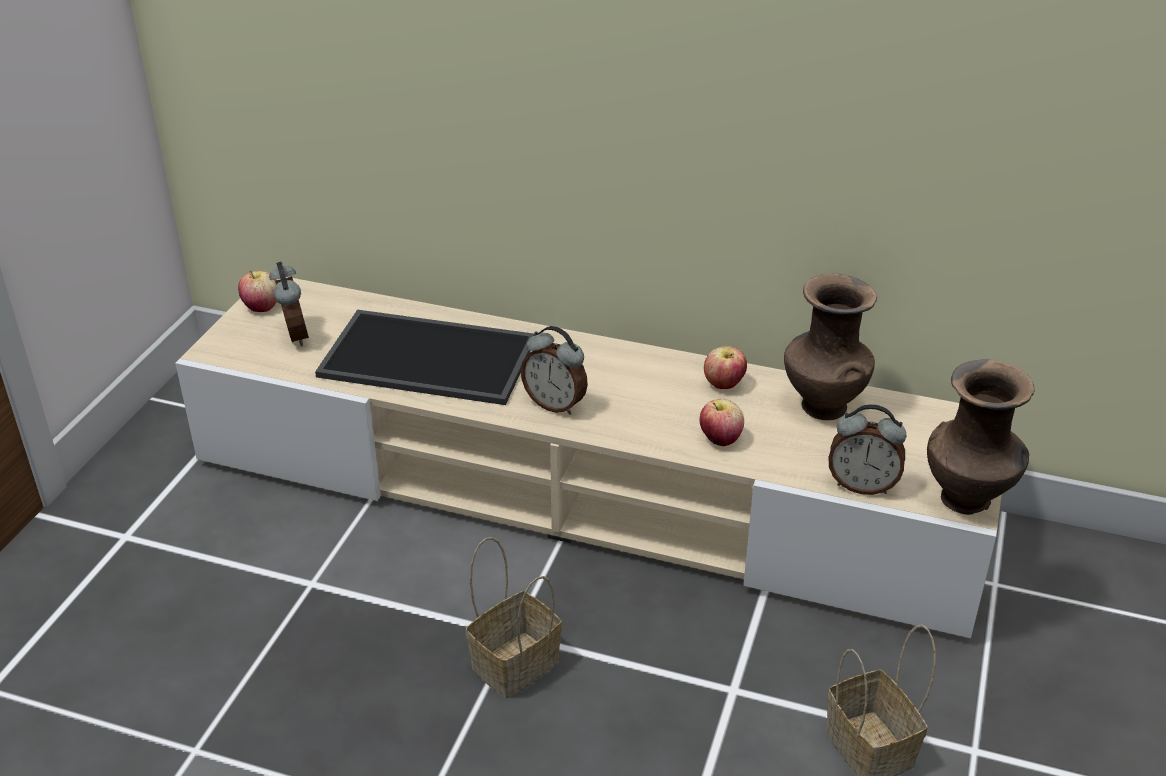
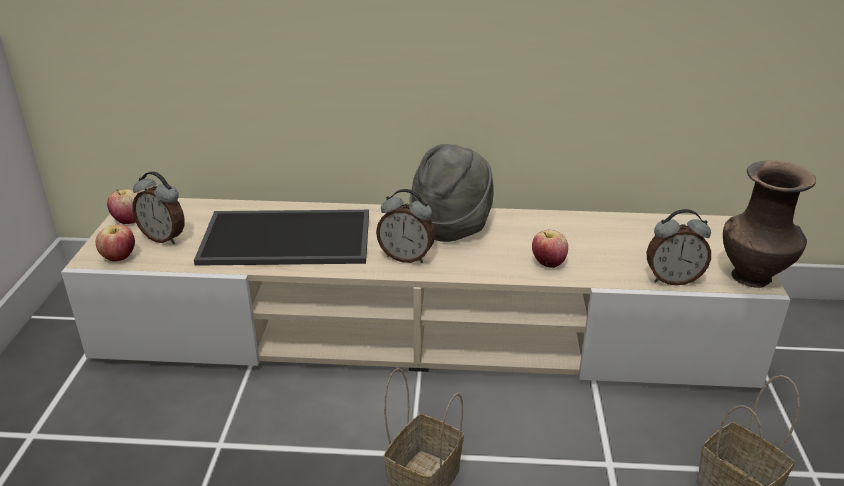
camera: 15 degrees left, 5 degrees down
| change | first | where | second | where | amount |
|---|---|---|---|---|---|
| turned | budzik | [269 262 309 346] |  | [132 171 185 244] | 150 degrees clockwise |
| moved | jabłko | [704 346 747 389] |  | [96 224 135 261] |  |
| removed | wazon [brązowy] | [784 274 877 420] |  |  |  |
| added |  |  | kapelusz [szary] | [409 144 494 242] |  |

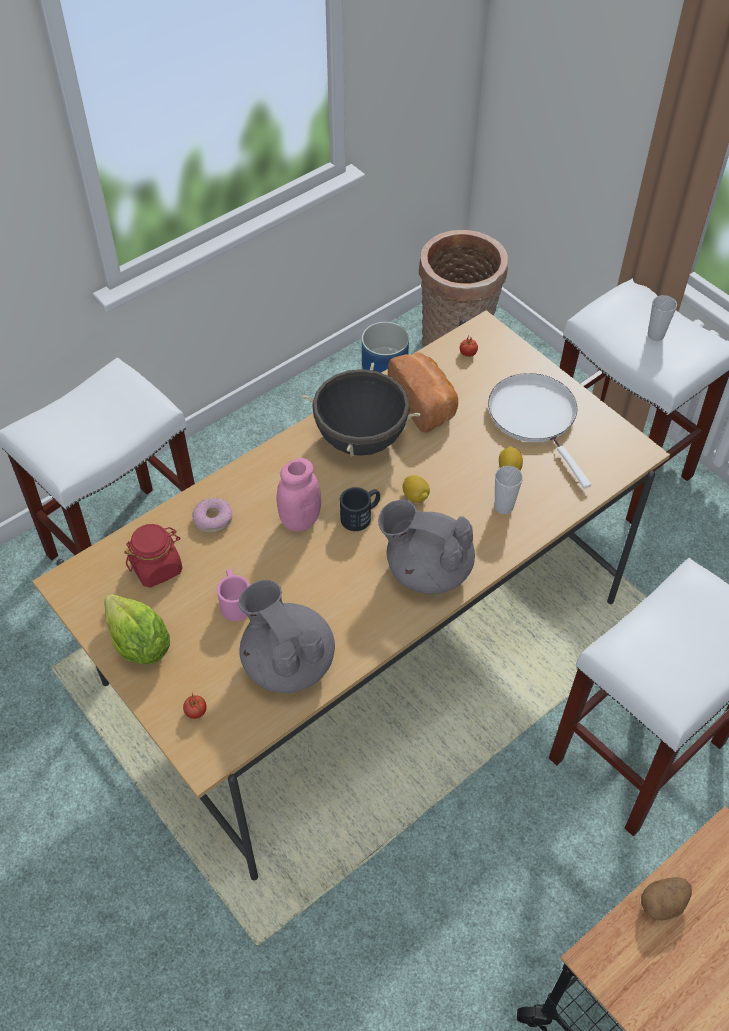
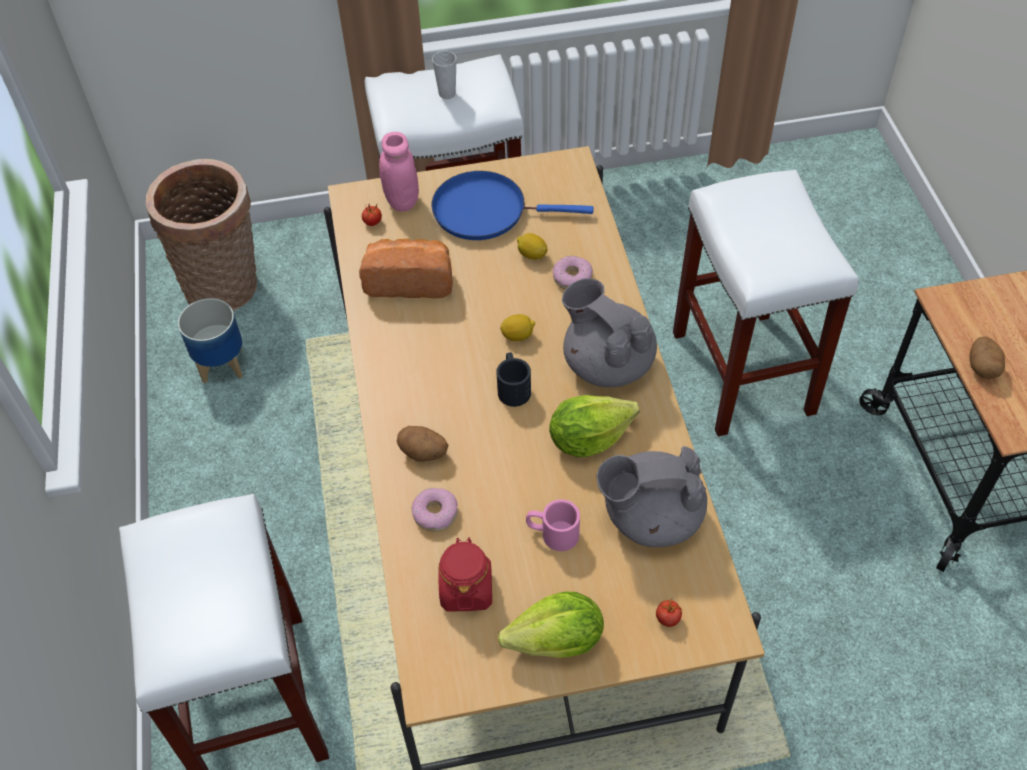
camera: 60 degrees left, 0 degrees up
| change | first | where | second | where | amount |
|---|---|---|---|---|---|
| moved | słoik [różowy] | [277 458 321 531] |  | [379 132 419 212] |  |
| removed | garnek [czarny] | [302 362 420 457] |  |  |  |
| turned | imbryk [szary] | [378 500 475 594] |  | [562 278 657 387] | 90 degrees clockwise |
| recoloured | patelnia [biały] | [488 373 591 489] | patelnia [niebieski] | [431 171 594 240] |  |
| replaced | filiżanka | [495 466 523 514] | donut | [553 256 593 290] |  |
| added |  |  | ziemniak | [397 426 448 462] |  |
| added |  |  | sałata | [549 395 640 457] |  |

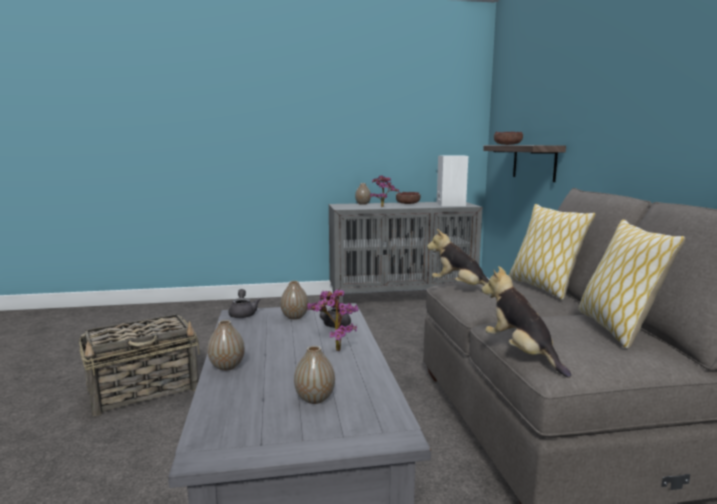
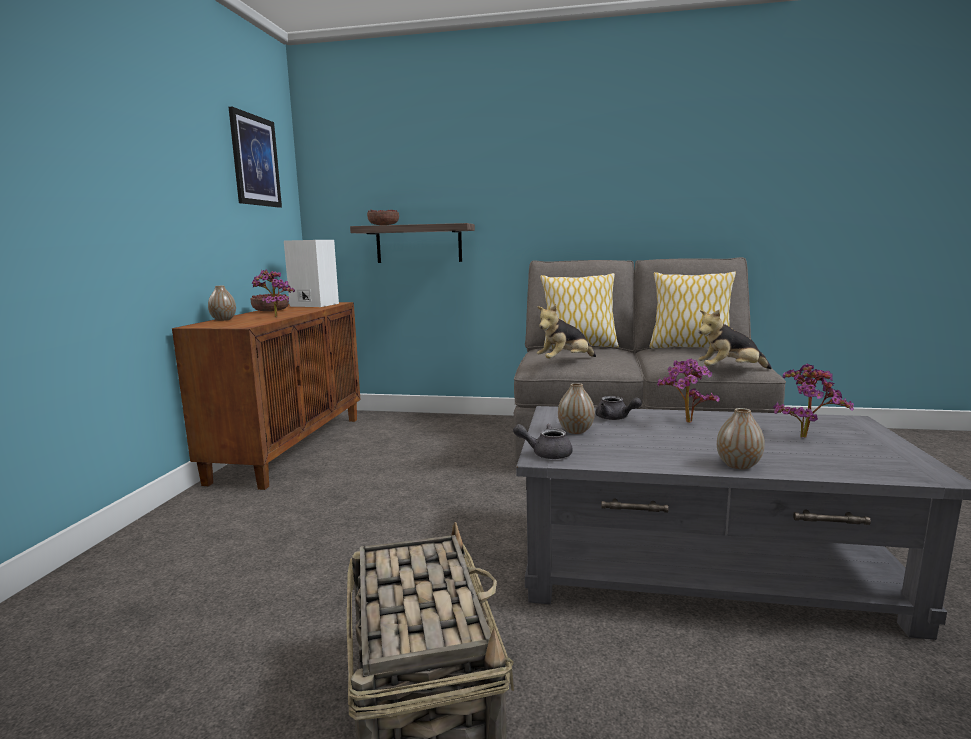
camera: 70 degrees left, 0 degrees up
| change | first | where | second | where | amount |
|---|---|---|---|---|---|
| replaced | wazon | [294 346 335 404] | roślina doniczkowa | [773 364 854 438] |  |
| recoloured | szafka [szary] | [329 202 483 303] | szafka [brązowy] | [172 302 360 490] |  |
| added |  |  | obraz | [229 107 282 207] |  |

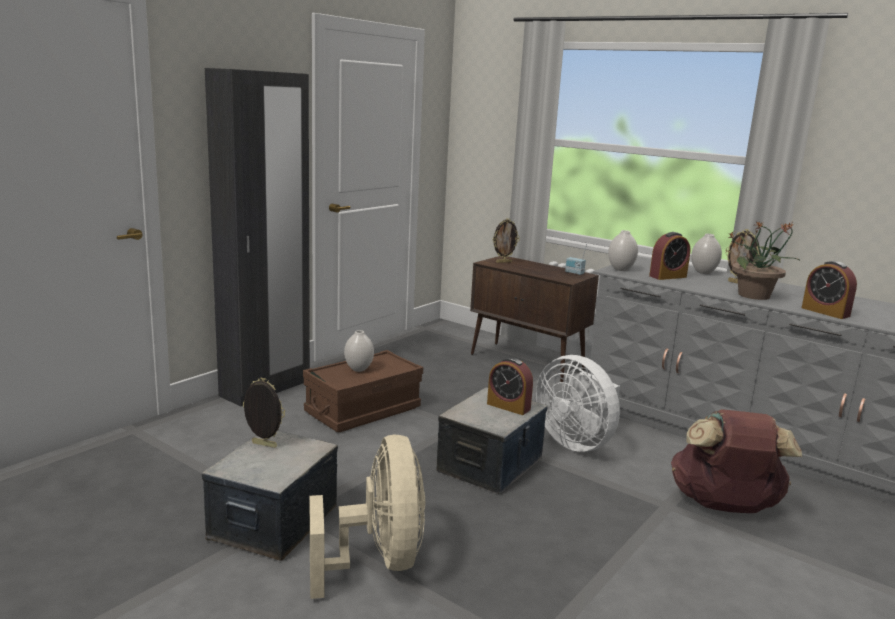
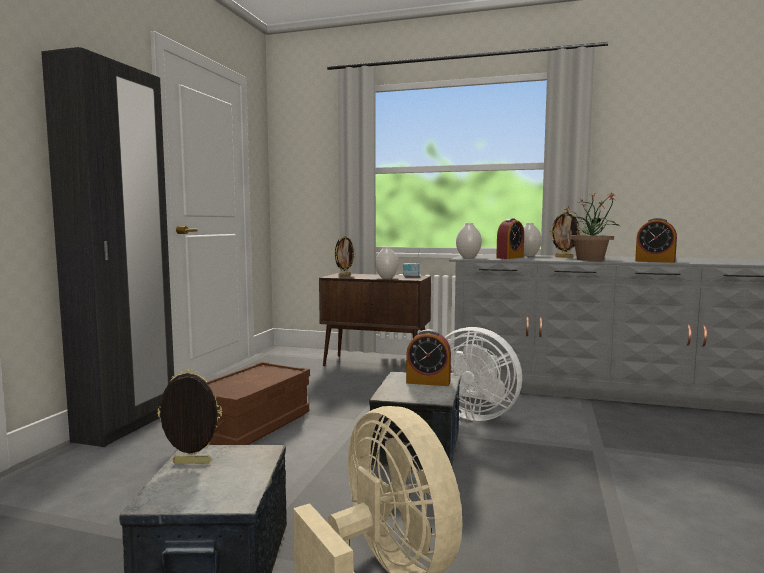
camera: 20 degrees left, 10 degrees down
| change | first | where | second | where | amount |
|---|---|---|---|---|---|
| moved | wazon [biały] | [344 330 374 372] |  | [375 246 398 279] |  |
| removed | plecak [brązowy] | [671 409 802 513] |  |  |  |

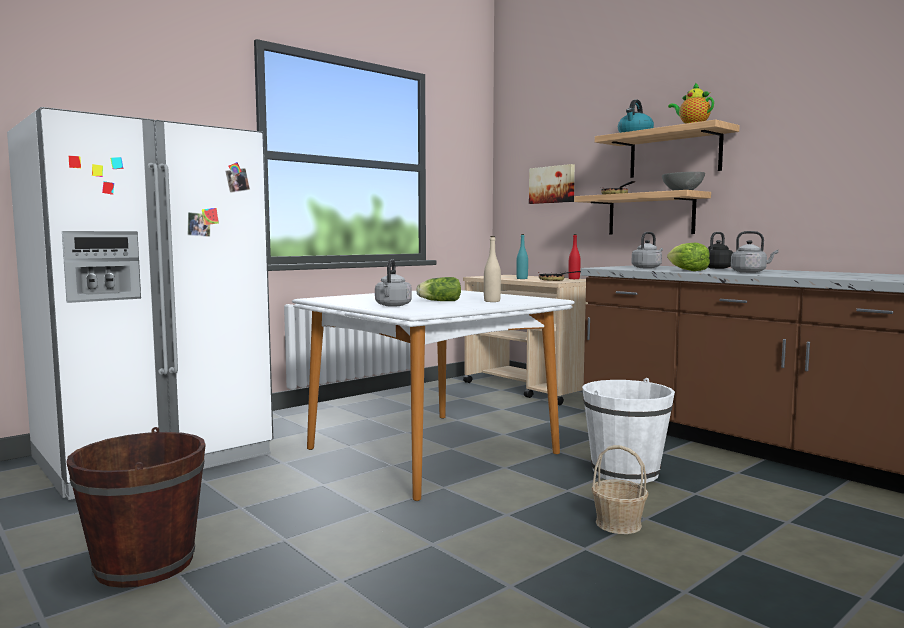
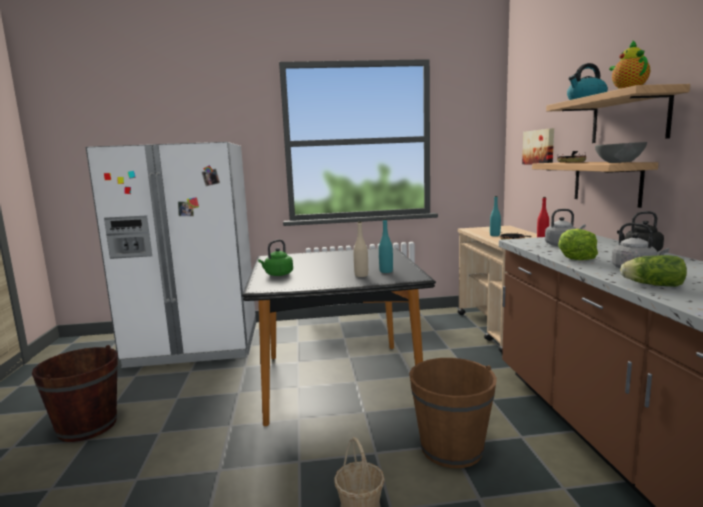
camera: 35 degrees right, 5 degrees up
| change | first | where | second | where | amount |
|---|---|---|---|---|---|
| recoloured | stół jadalny [biały] | [292 290 575 501] | stół jadalny [czarny] | [242 248 436 426] |  |
| recoloured | czajnik [szary] | [375 259 412 307] | czajnik [zielony] | [258 239 293 276] |  |
| moved | sałata | [416 277 461 301] |  | [620 255 687 287] |  |
| recoloured | wiadro [biały] | [582 378 675 484] | wiadro [brązowy] | [409 358 497 468] |  |
| added |  |  | butelka [turkusowy] | [379 219 393 273] |  |

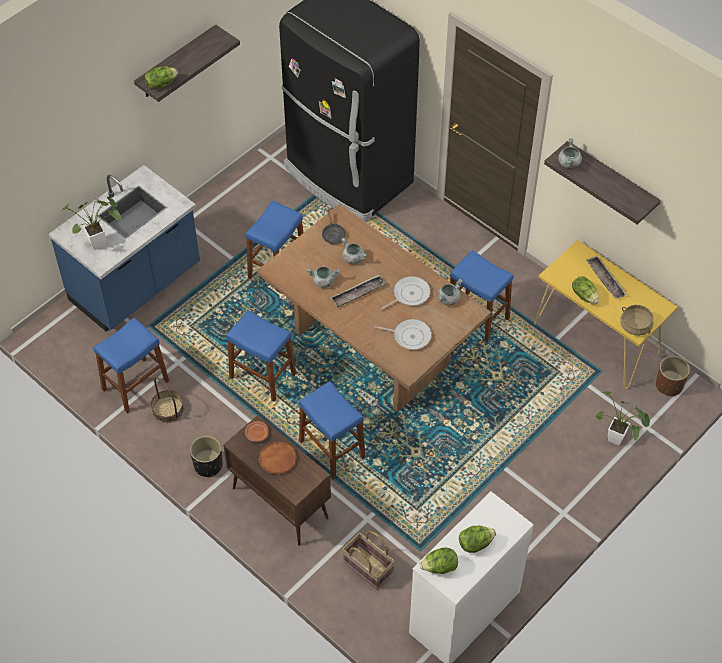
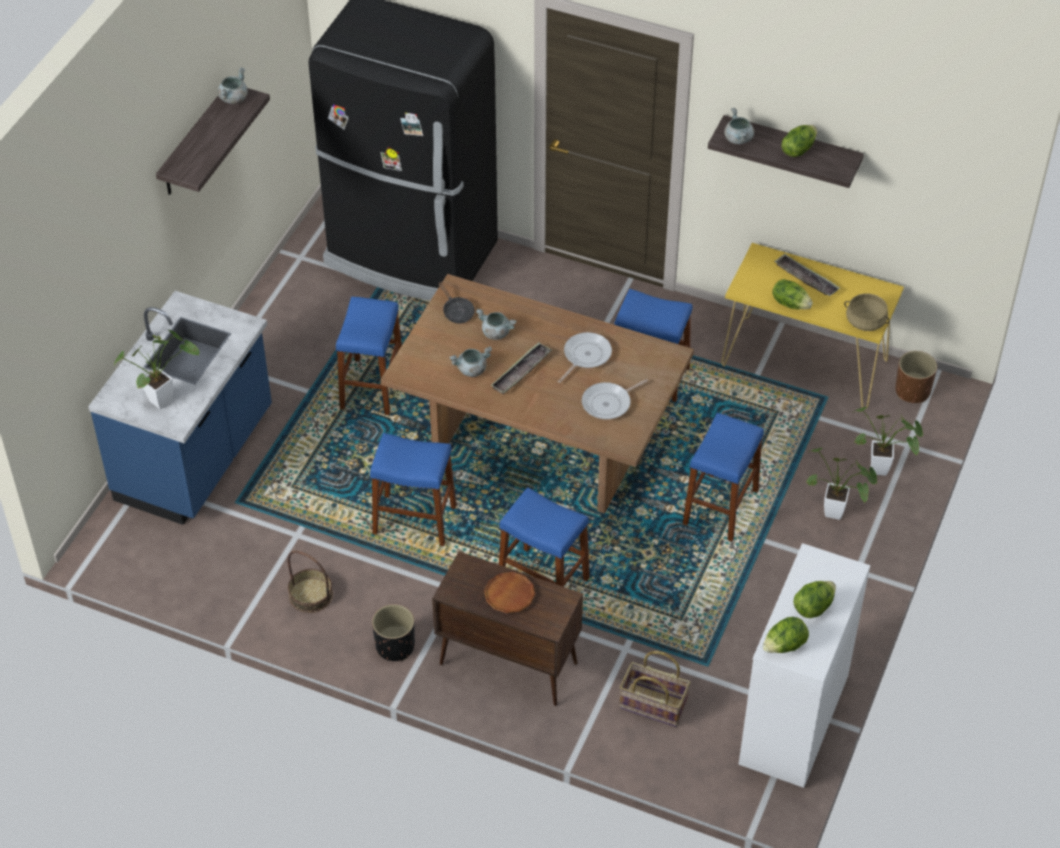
camera: 20 degrees left, 5 degrees down
| change | first | where | second | where | amount |
|---|---|---|---|---|---|
| moved | stołek [niebieski] | [93 318 169 413] |  | [683 413 764 542] |  |
| moved | sałata | [145 66 178 89] |  | [782 125 817 157] |  |
| removed | talerz [brązowy] | [245 421 269 442] |  |  |  |
| turned | patelnia | [374 319 432 350] |  | [582 379 648 420] | 150 degrees clockwise |
| moved | garnek [szary] | [437 279 463 306] |  | [218 67 248 104] |  |
| added |  |  | roślina doniczkowa | [806 448 877 520] |  |

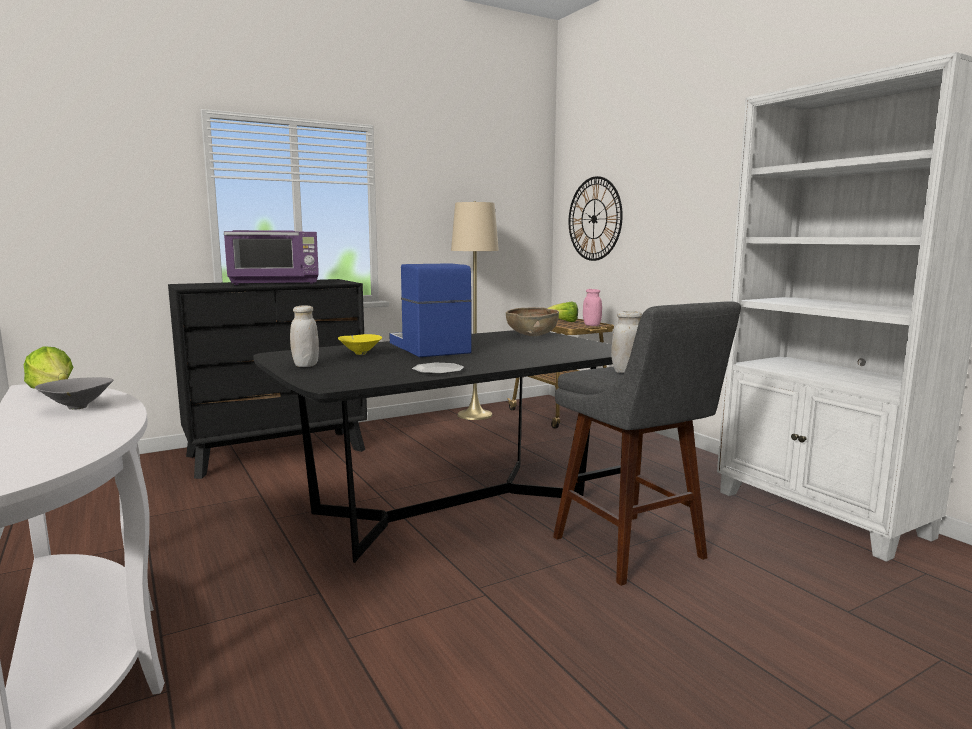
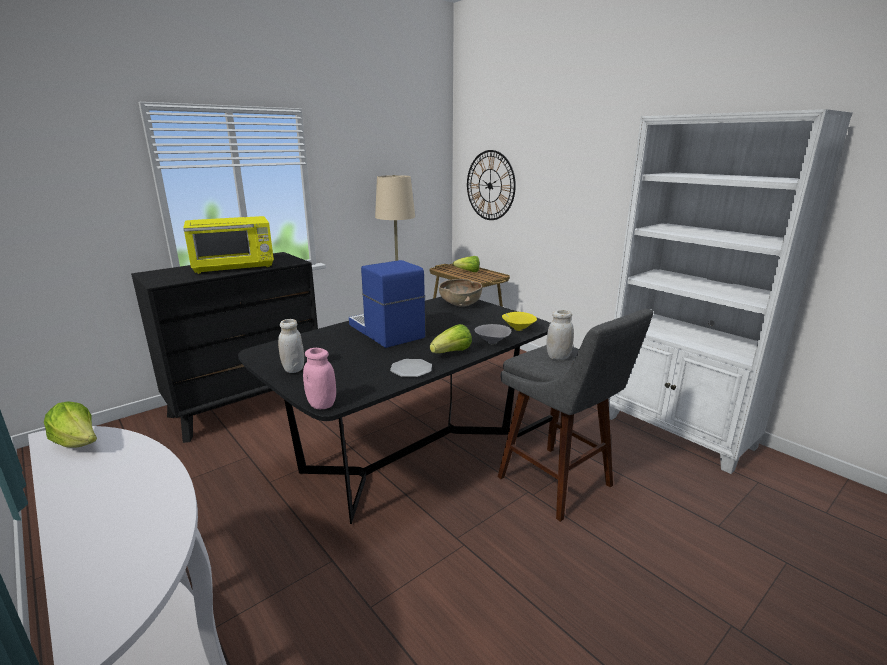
camera: 10 degrees left, 10 degrees up
| change | first | where | second | where | amount |
|---|---|---|---|---|---|
| moved | miska [szary] | [35 377 113 410] |  | [474 324 511 345] |  |
| recoloured | mikrofalówka [fioletowy] | [224 230 319 285] | mikrofalówka [żółty] | [183 216 274 274] |  |
| moved | miska [żółty] | [338 334 382 355] |  | [502 312 537 331] |  |
| moved | słoik [różowy] | [583 289 602 326] |  | [303 348 336 409] |  |
| added |  |  | sałata | [430 324 472 353] |  |

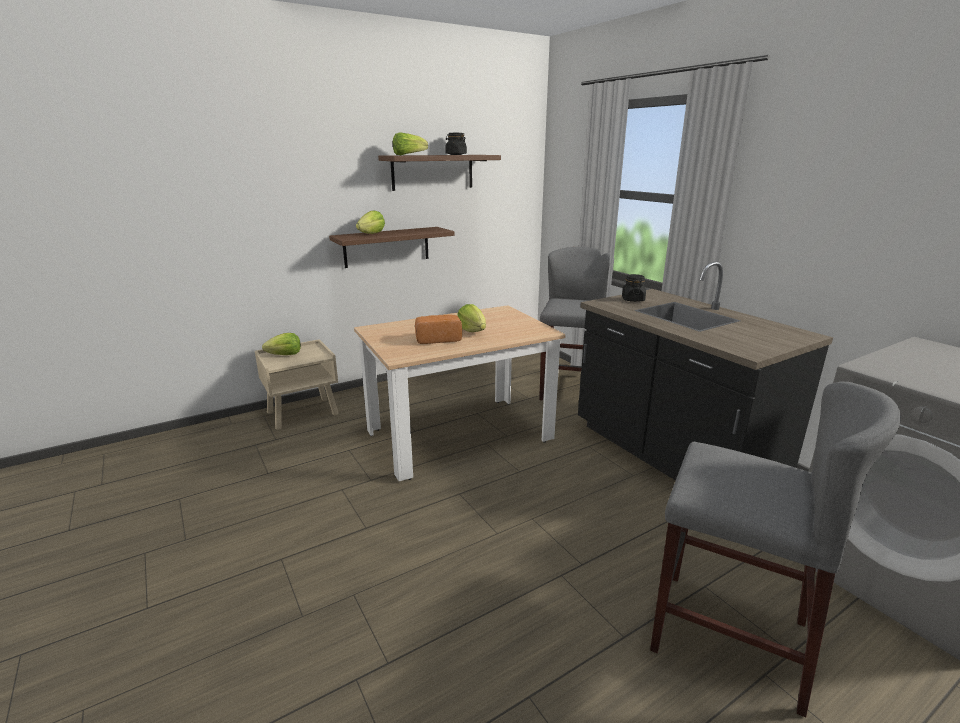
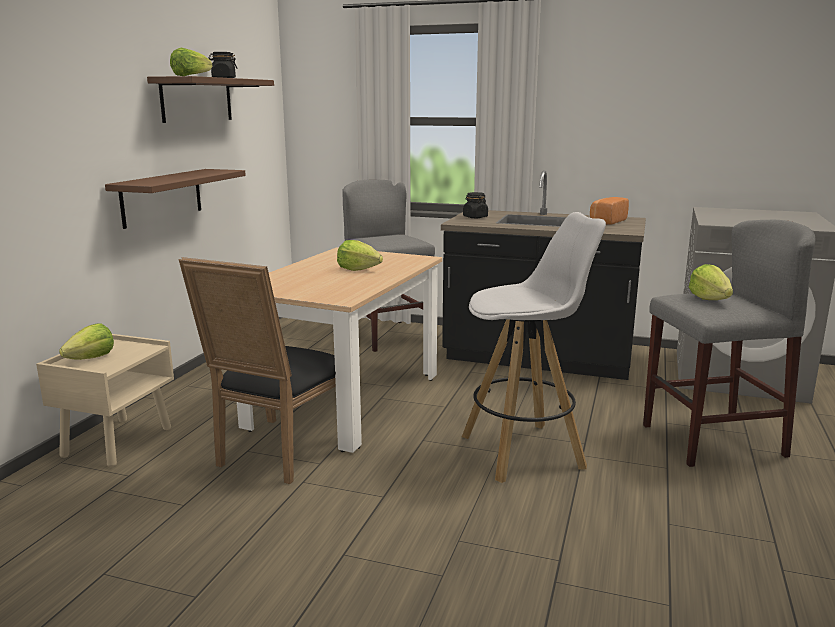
camera: 40 degrees left, 5 degrees down
| change | first | where | second | where | amount |
|---|---|---|---|---|---|
| moved | sałata | [356 210 385 234] |  | [689 264 733 300] |  |
| moved | chleb | [415 315 462 344] |  | [590 197 629 225] |  |
| added |  |  | krzesło [czarny] | [179 257 336 484] |  |
| added |  |  | stołek [biały] | [462 212 606 483] |  |

